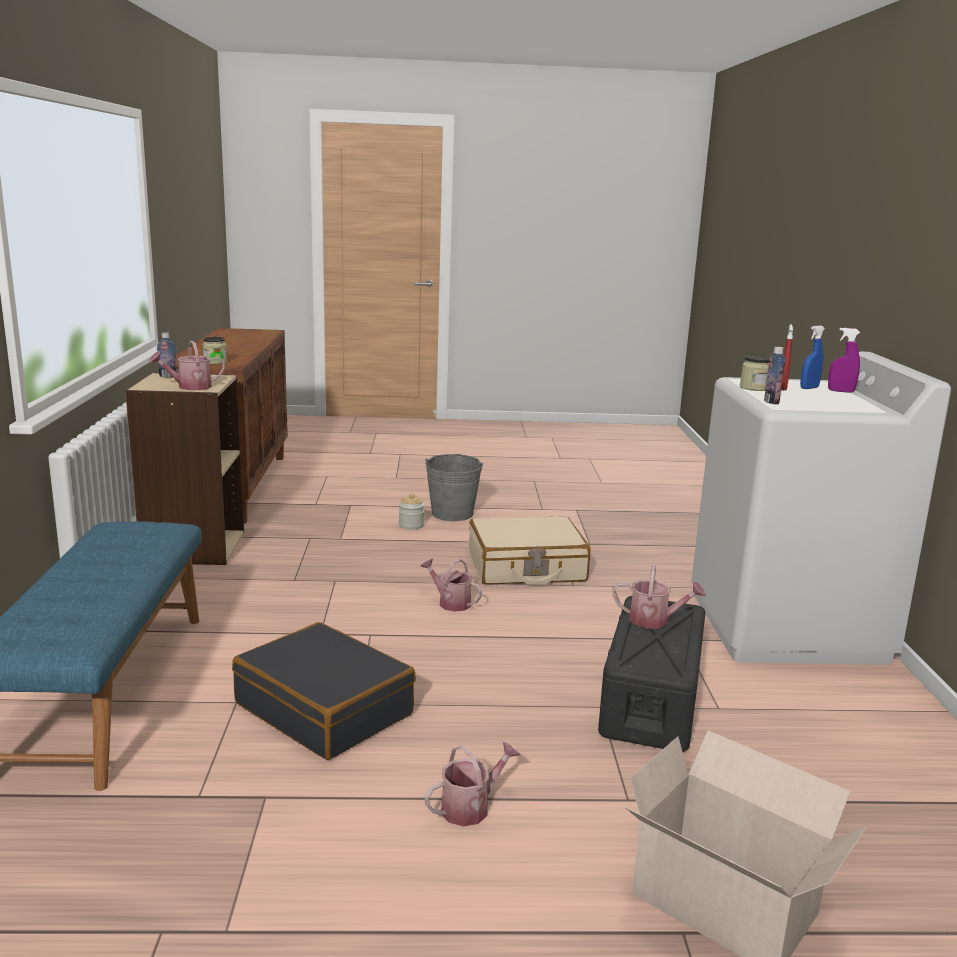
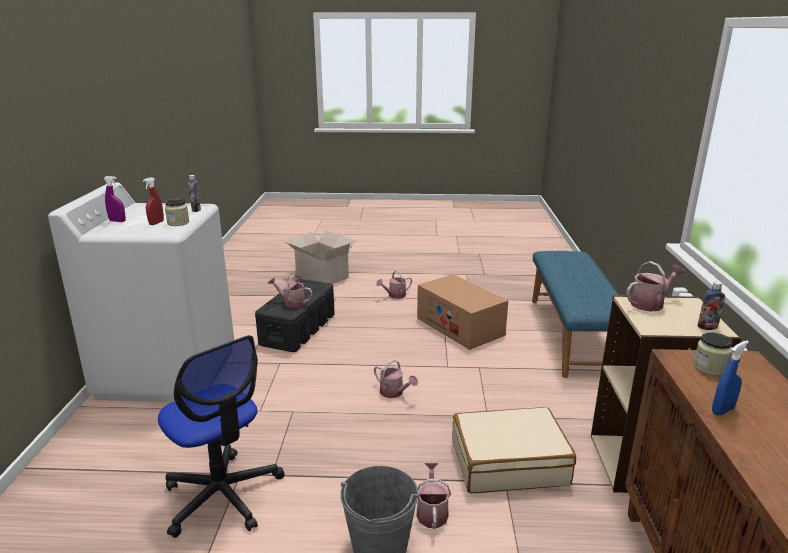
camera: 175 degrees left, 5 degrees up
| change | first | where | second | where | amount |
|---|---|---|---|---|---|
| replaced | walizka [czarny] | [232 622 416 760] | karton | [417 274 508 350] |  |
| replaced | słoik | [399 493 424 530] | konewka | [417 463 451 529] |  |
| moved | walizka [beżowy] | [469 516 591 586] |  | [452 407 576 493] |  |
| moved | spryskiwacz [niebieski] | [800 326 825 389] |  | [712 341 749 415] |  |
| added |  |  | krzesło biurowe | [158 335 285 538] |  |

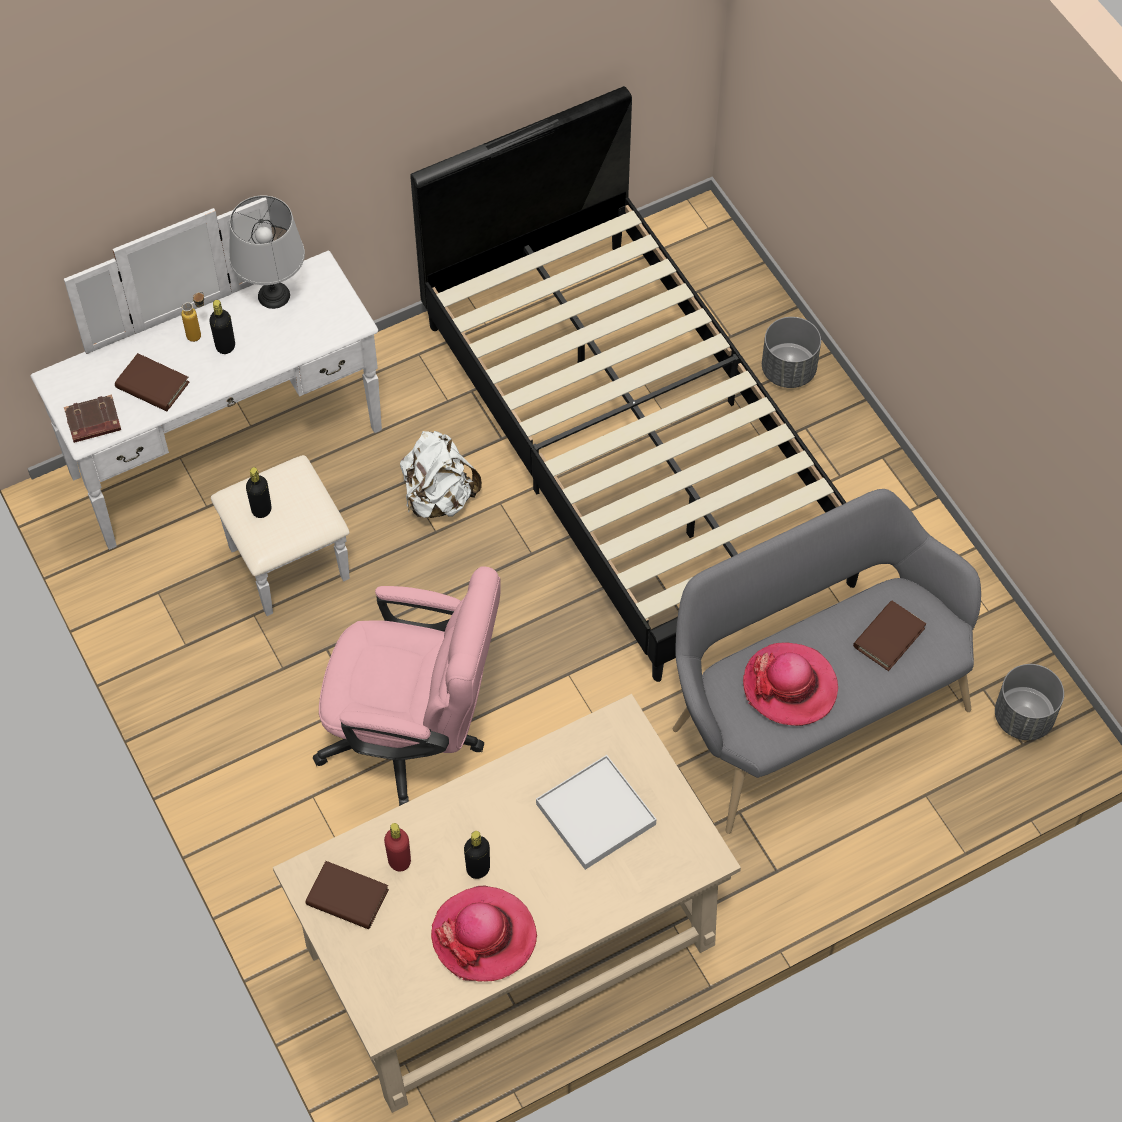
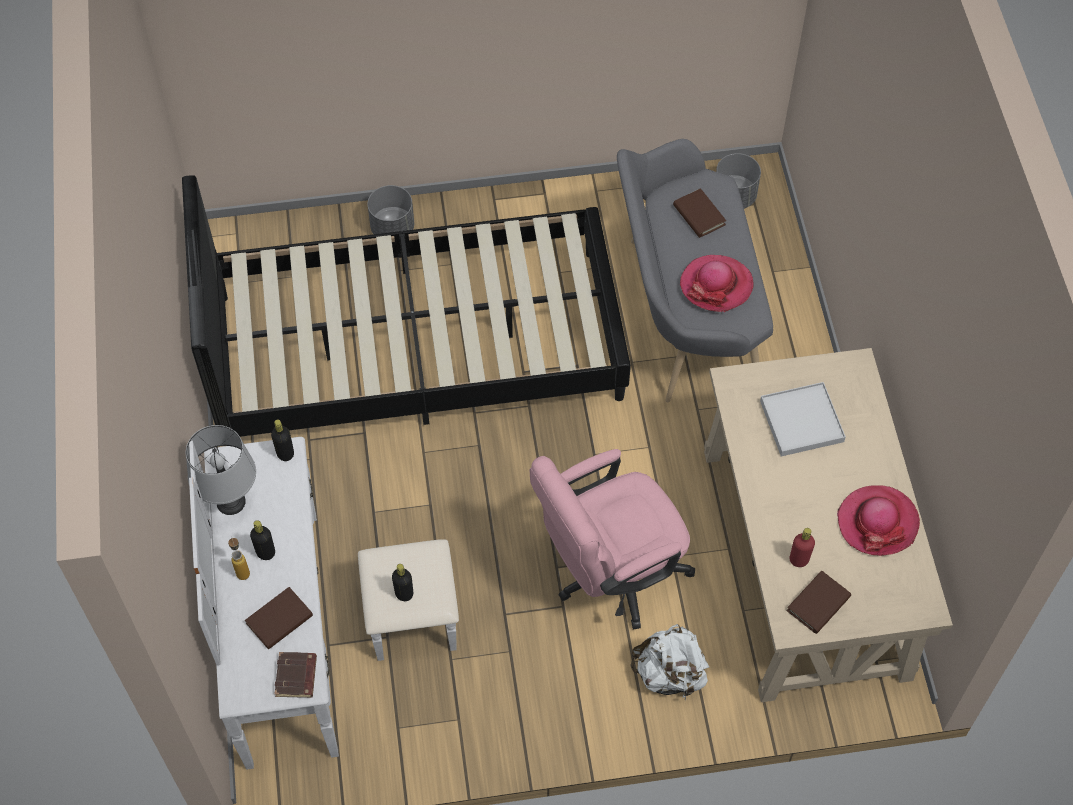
camera: 70 degrees left, 0 degrees up
| change | first | where | second | where | amount |
|---|---|---|---|---|---|
| turned | krzesło biurowe [różowy] | [313 566 501 806] |  | [530 449 695 630] | 150 degrees counterclockwise |
| moved | plecak [biały] | [400 431 482 518] |  | [630 624 709 699] |  |
| moved | butelka [czarny] | [464 831 490 879] |  | [271 419 294 461] |  |

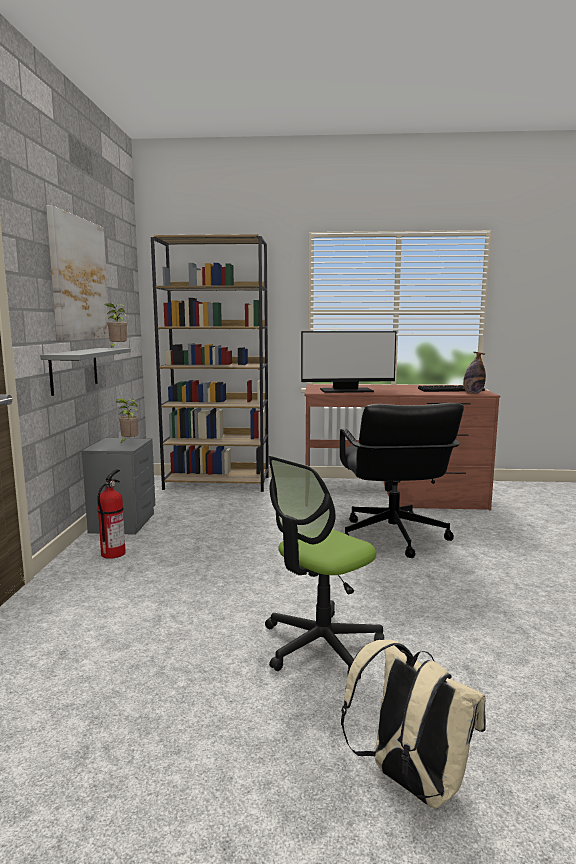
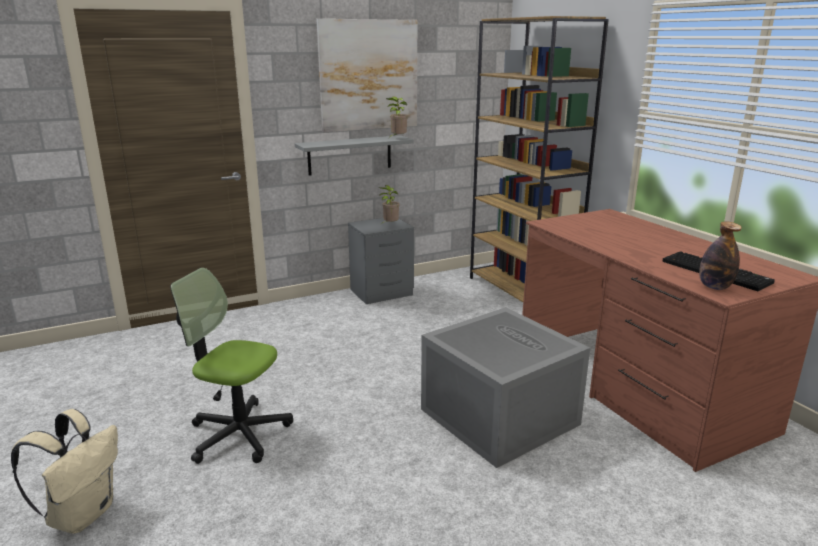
camera: 60 degrees right, 10 degrees up
| change | first | where | second | where | amount |
|---|---|---|---|---|---|
| removed | gaśnica | [97 469 126 559] |  |  |  |
| removed | monitor | [301 331 396 393] |  |  |  |
| replaced | krzesło biurowe [czarny] | [340 403 464 558] | pojemnik do przechowywania [szary] | [421 307 590 468] |  |

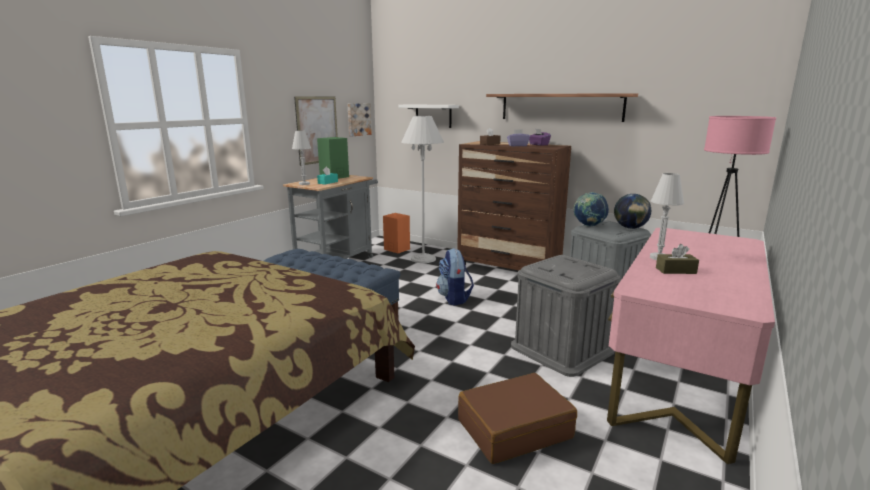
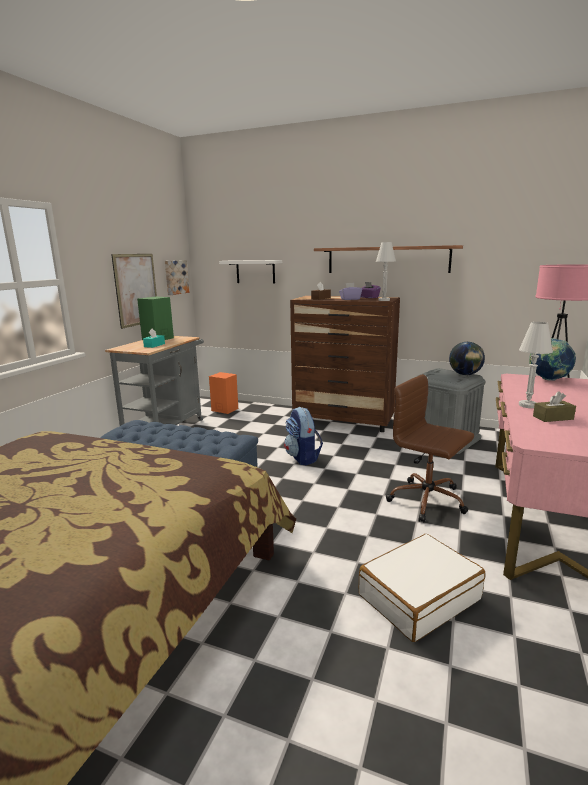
camera: 10 degrees left, 0 degrees up
| change | first | where | second | where | amount |
|---|---|---|---|---|---|
| moved | lampa stołowa [biały] | [292 130 311 185] |  | [376 242 396 301] |  |
| removed | lampa stojąca [biały] | [401 116 444 263] |  |  |  |
| recoloured | walizka [brązowy] | [458 373 577 464] | walizka [biały] | [359 534 485 642] |  |
| replaced | pojemnik do przechowywania [szary] | [511 255 621 377] | krzesło biurowe [brązowy] | [386 374 474 522] |  |
| moved | globus | [573 192 609 227] |  | [529 338 576 381] |  |

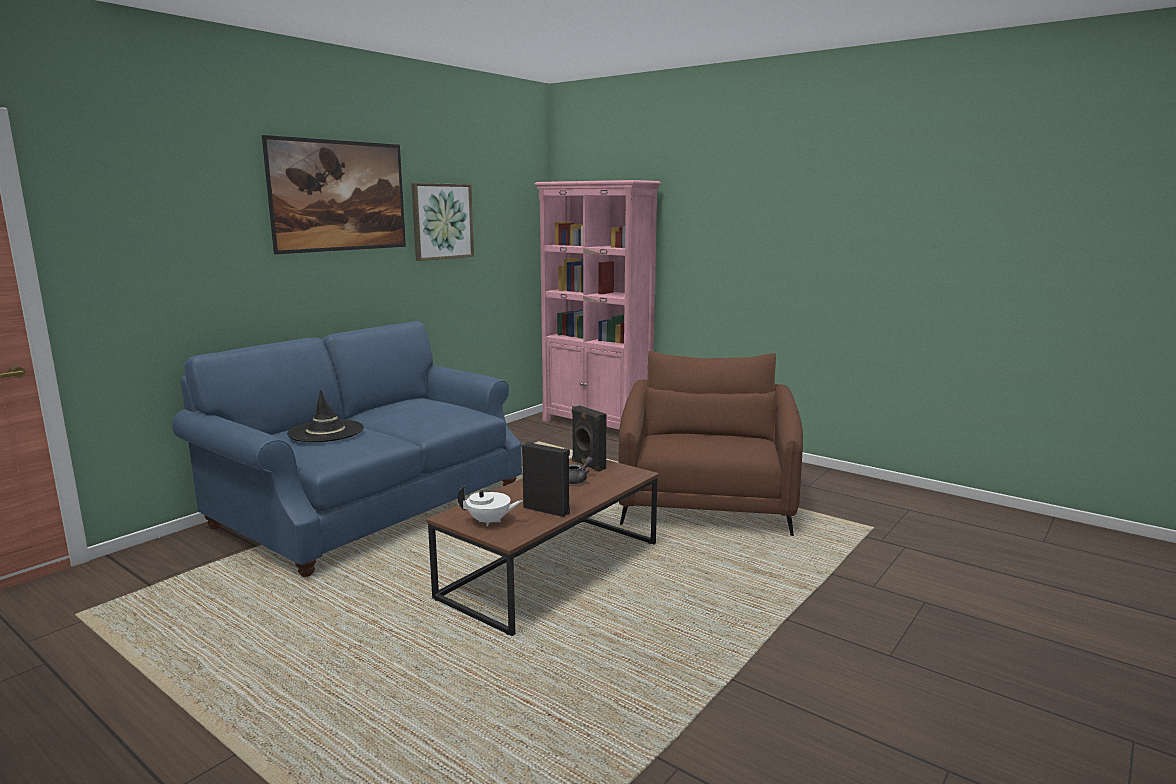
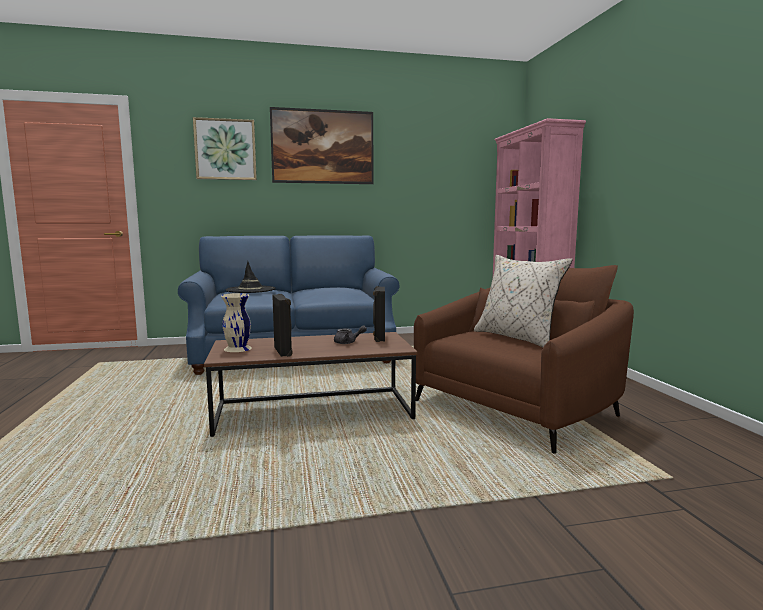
camera: 40 degrees right, 5 degrees down
| change | first | where | second | where | amount |
|---|---|---|---|---|---|
| moved | obraz | [411 183 474 261] |  | [193 117 257 180] |  |
| replaced | imbryk [biały] | [457 485 523 527] | wazon [beżowy] | [221 293 252 352] |  |
| added |  |  | poduszka [beżowy] | [474 255 573 348] |  |

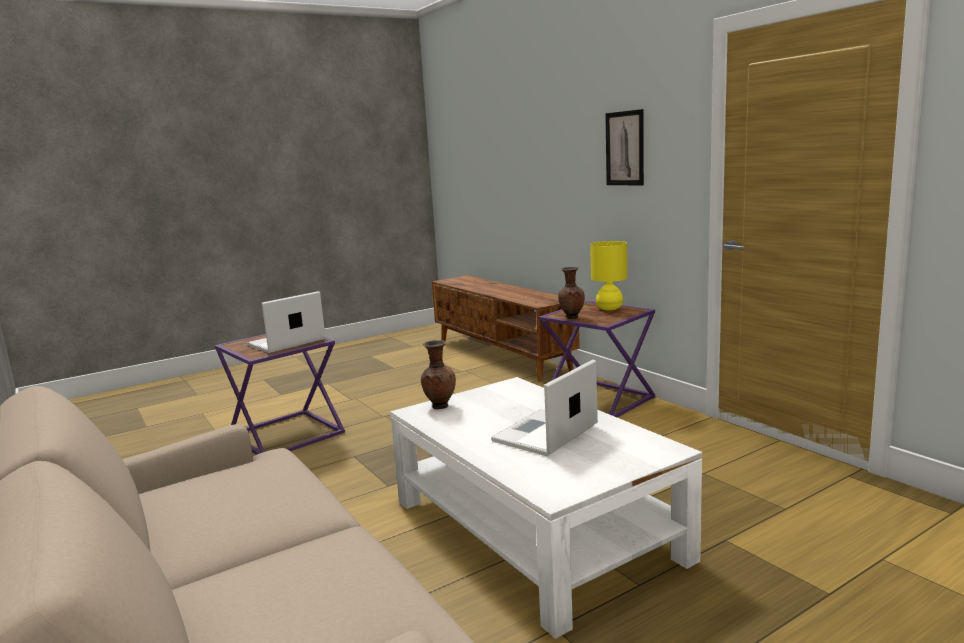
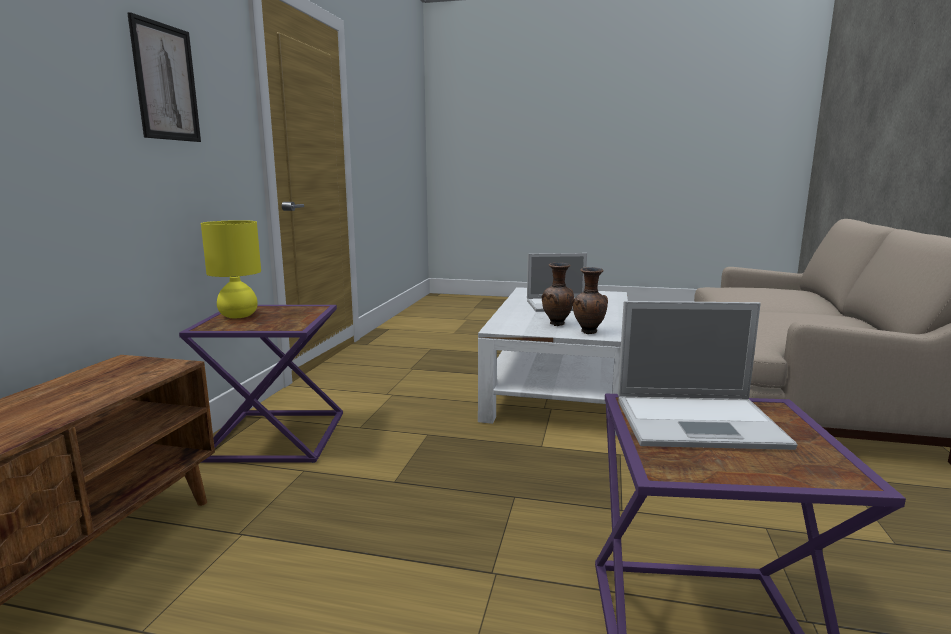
camera: 135 degrees left, 0 degrees up
| change | first | where | second | where | amount |
|---|---|---|---|---|---|
| moved | wazon [brązowy] | [558 267 585 319] |  | [542 263 574 326] |  |

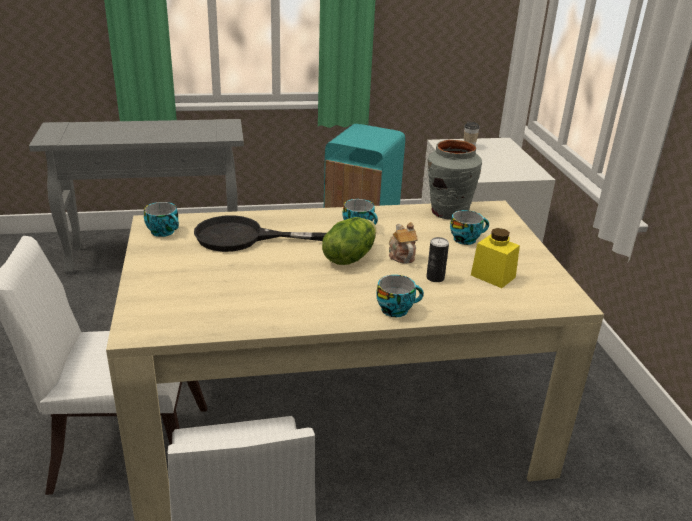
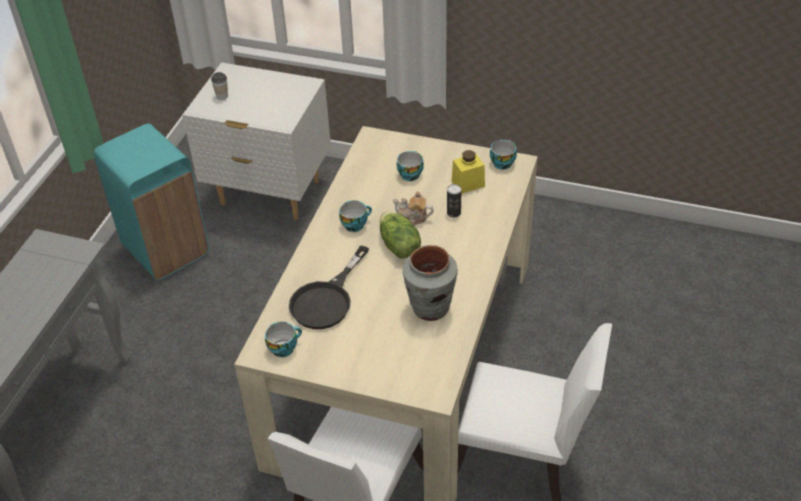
camera: 60 degrees left, 15 degrees up
| change | first | where | second | where | amount |
|---|---|---|---|---|---|
| moved | filiżanka | [376 275 424 317] |  | [490 140 517 170] |  |
| moved | wazon [szary] | [427 140 482 220] |  | [402 245 458 321] |  |

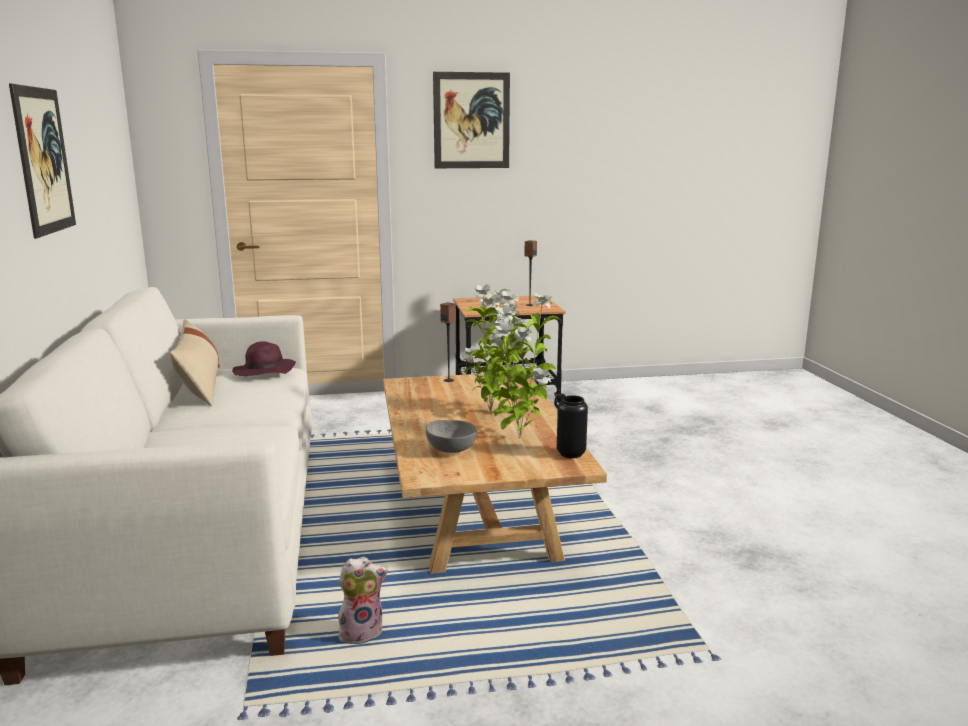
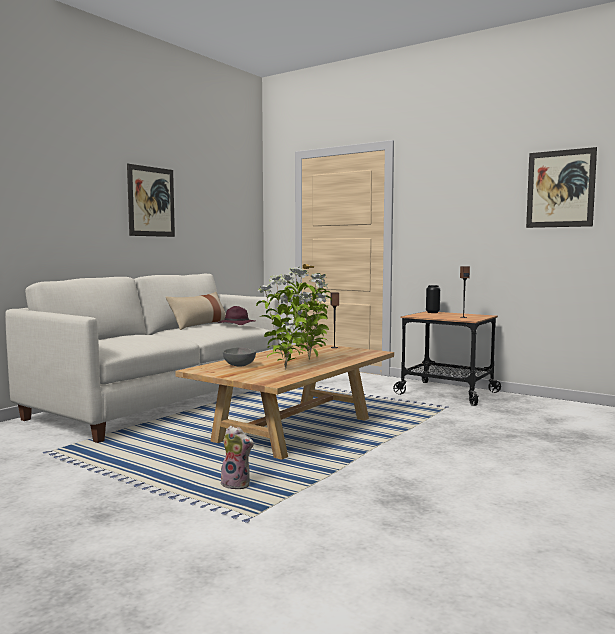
camera: 45 degrees right, 10 degrees down
| change | first | where | second | where | amount |
|---|---|---|---|---|---|
| moved | pluszak | [338 557 388 644] |  | [218 426 254 489] |  |
| moved | obraz | [433 72 510 168] |  | [526 147 597 228] |  |
| moved | wazon [czarny] | [557 395 588 458] |  | [426 285 440 313] |  |

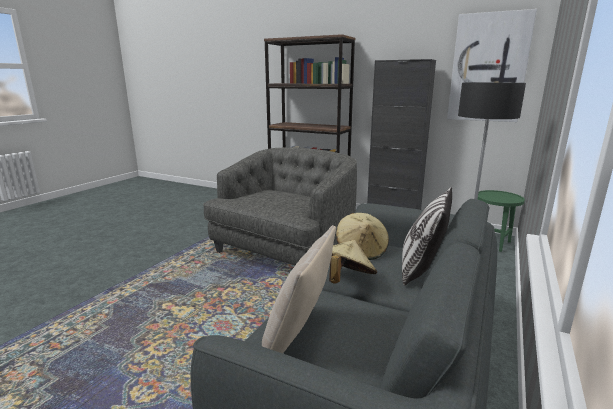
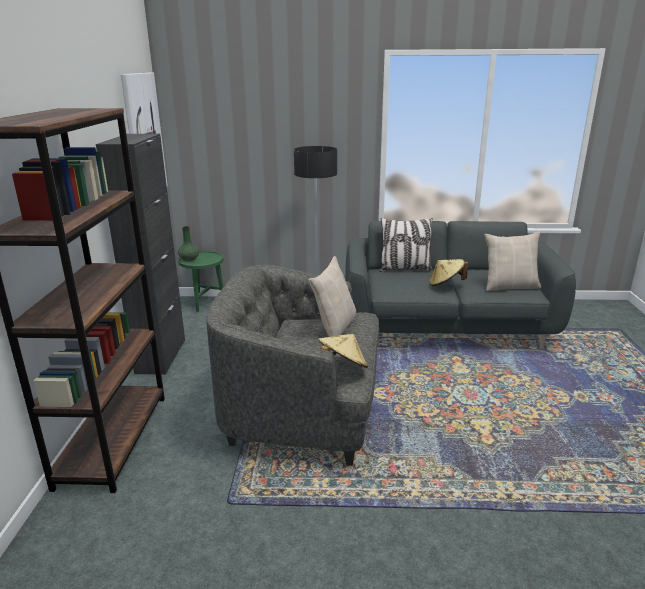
camera: 115 degrees left, 5 degrees up
| change | first | where | second | where | amount |
|---|---|---|---|---|---|
| moved | kapelusz [beżowy] | [336 213 389 260] |  | [317 334 368 368] |  |
| added |  |  | wazon [zielony] | [178 226 199 261] |  |
| added |  |  | poduszka [beżowy] | [308 256 357 337] |  |

